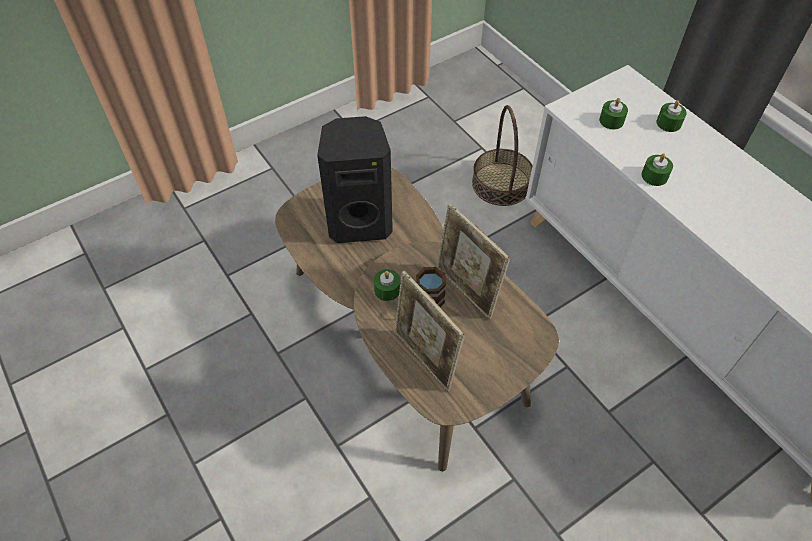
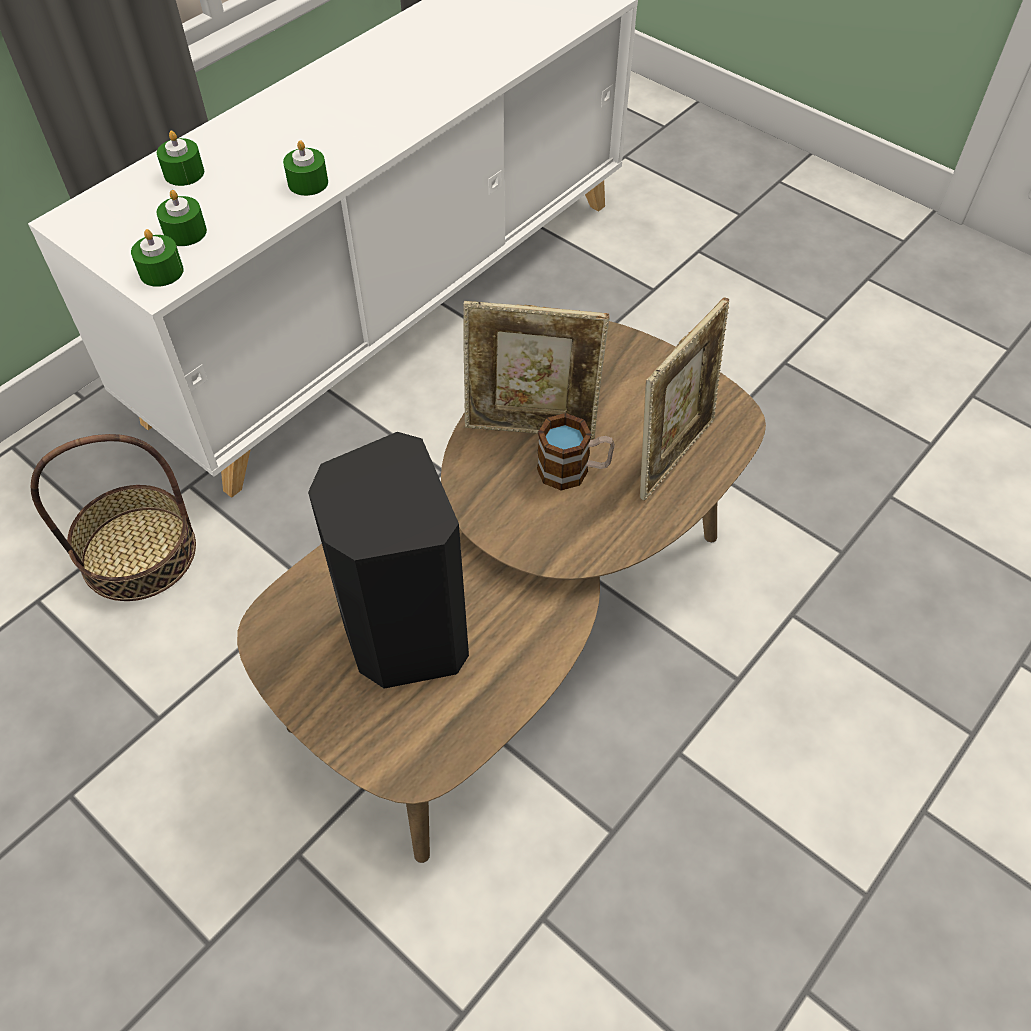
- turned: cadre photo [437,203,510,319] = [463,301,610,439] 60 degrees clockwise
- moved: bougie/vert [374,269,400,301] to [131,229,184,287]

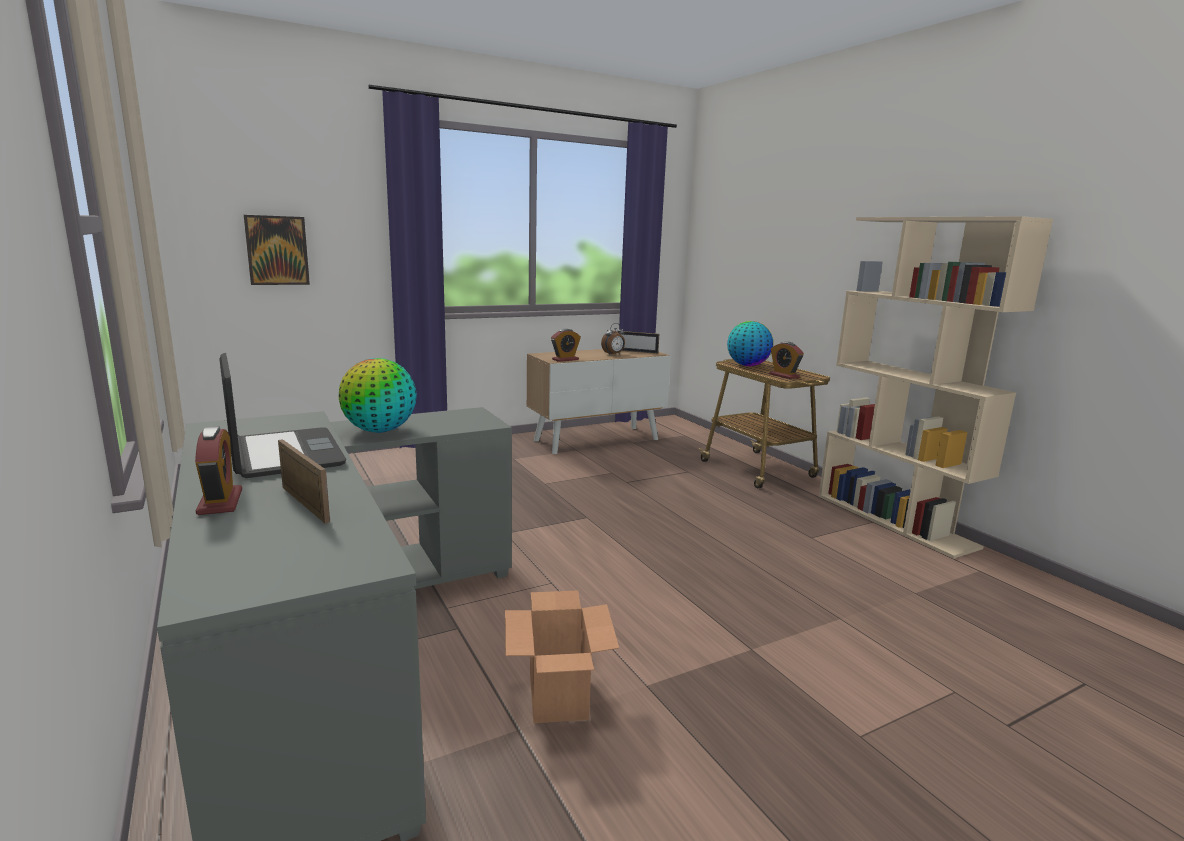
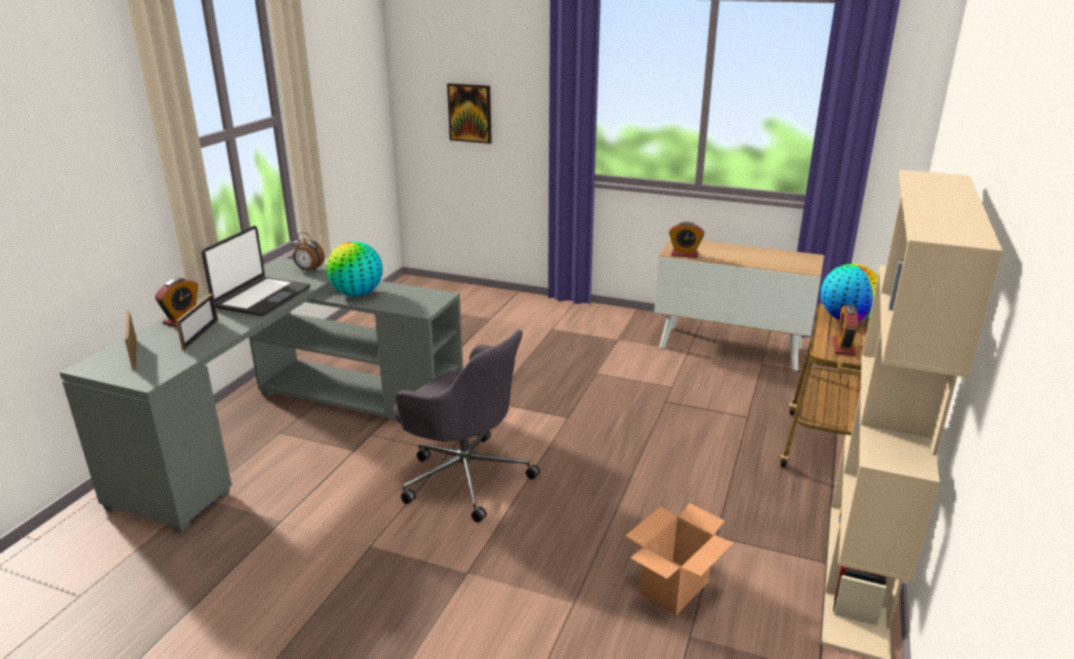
- moved: réveil [601,323,625,355] to [292,232,325,272]
- moved: cadre photo [618,331,659,354] to [125,311,137,370]
- moved: carton [505,591,619,723] to [626,503,734,615]
- added: chaise de bureau/gris [393,330,540,523]

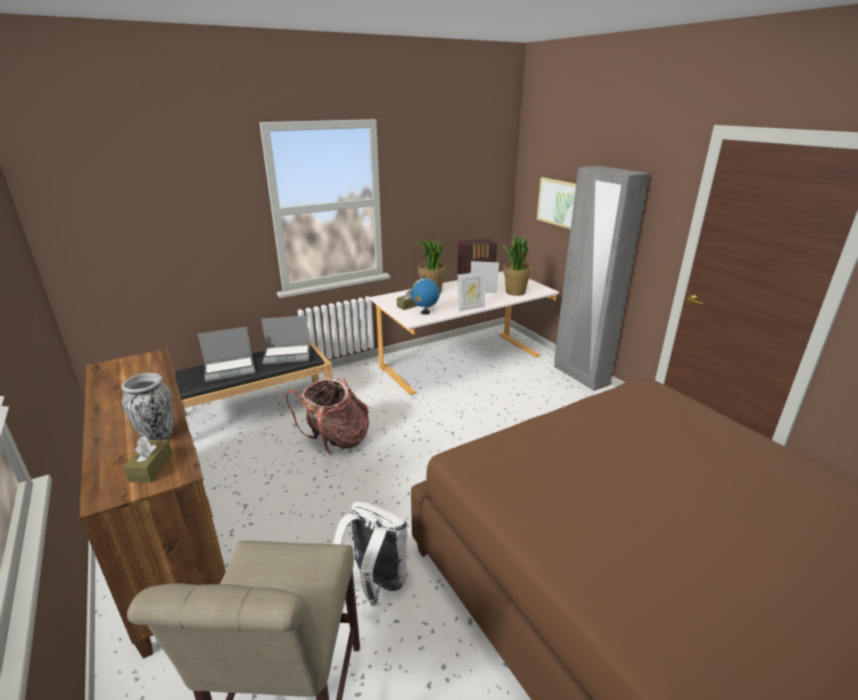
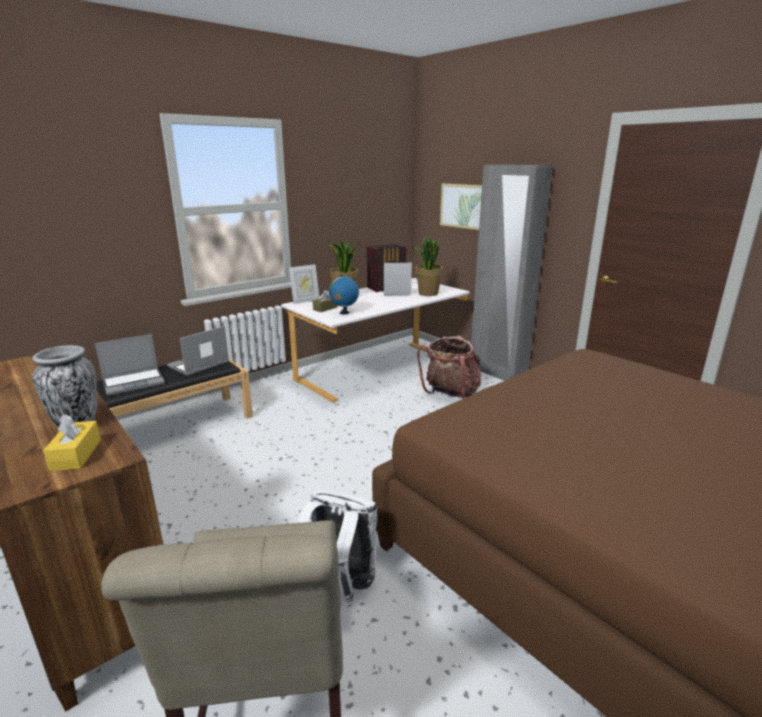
- moved: cadre photo [458,271,485,311] to [289,264,320,304]
- turned: ordinateur portable [261,316,310,365] = [167,326,229,376] 150 degrees clockwise
- moved: sac à dos [286,377,369,456] to [417,335,481,399]
- recoloured: boîte à mouchoirs/marron [123,436,172,483] to boîte à mouchoirs/jaune [43,414,101,471]

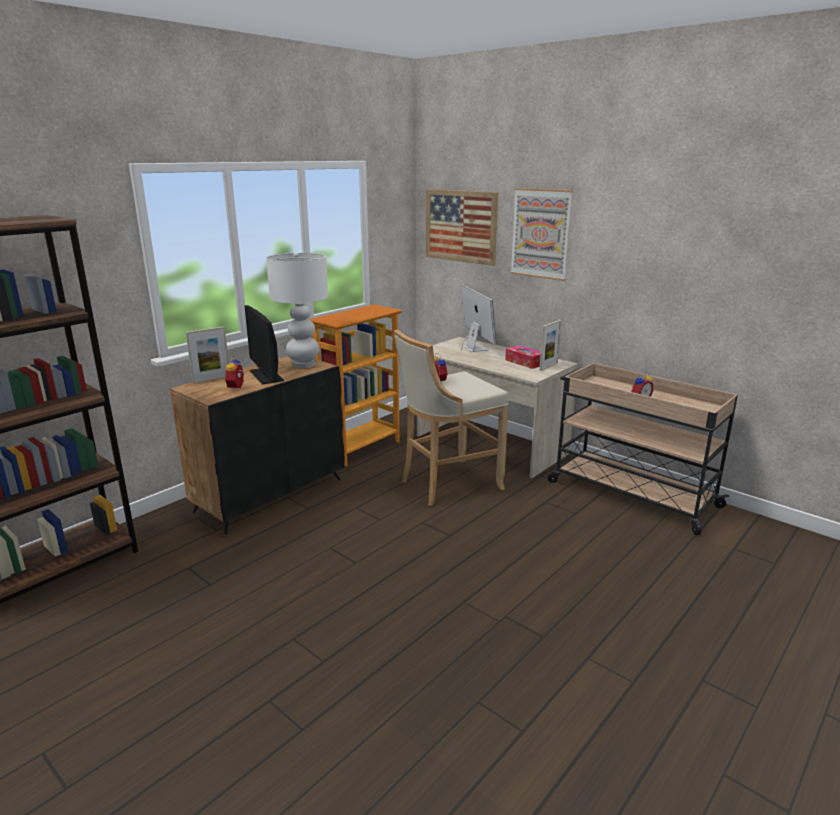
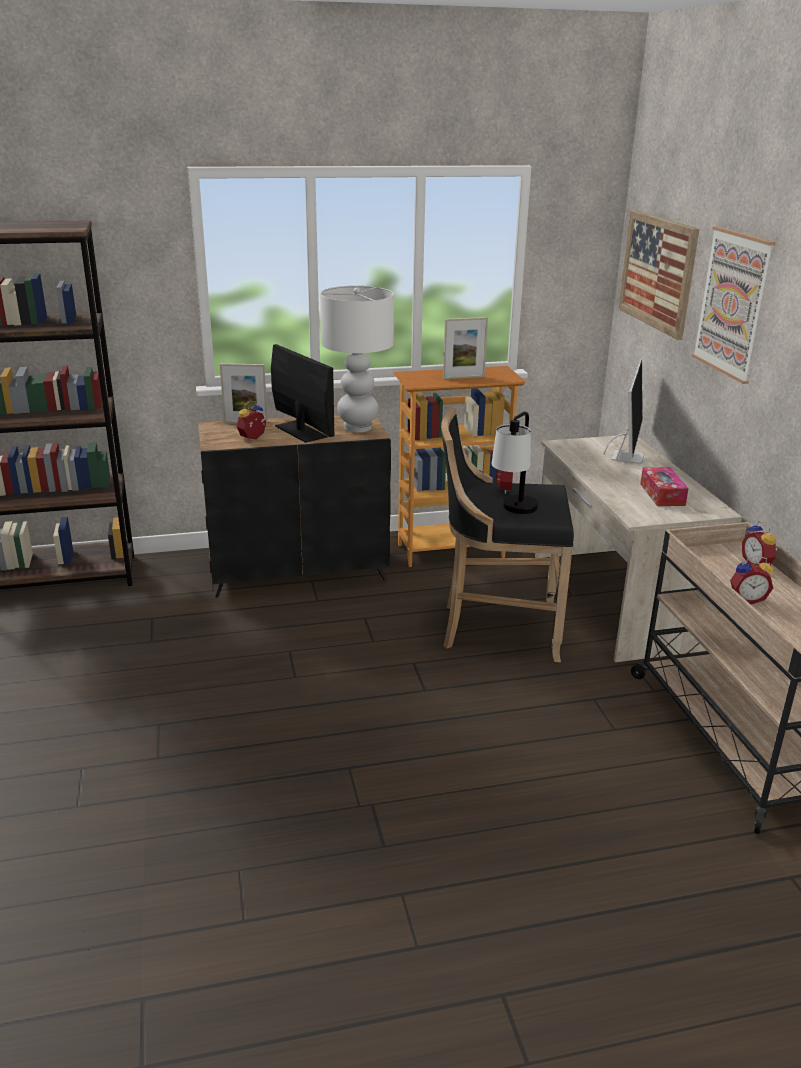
- turned: écran d'ordinateur [244,305,284,385] = [271,344,334,443] 135 degrees clockwise
- moved: cadre photo [539,320,561,371] to [443,317,488,379]
- recoloured: tabouret/beige [393,329,509,506] to tabouret/noir [441,408,574,662]
- added: lampe de table [491,412,539,514]
- added: réveil [742,521,777,566]

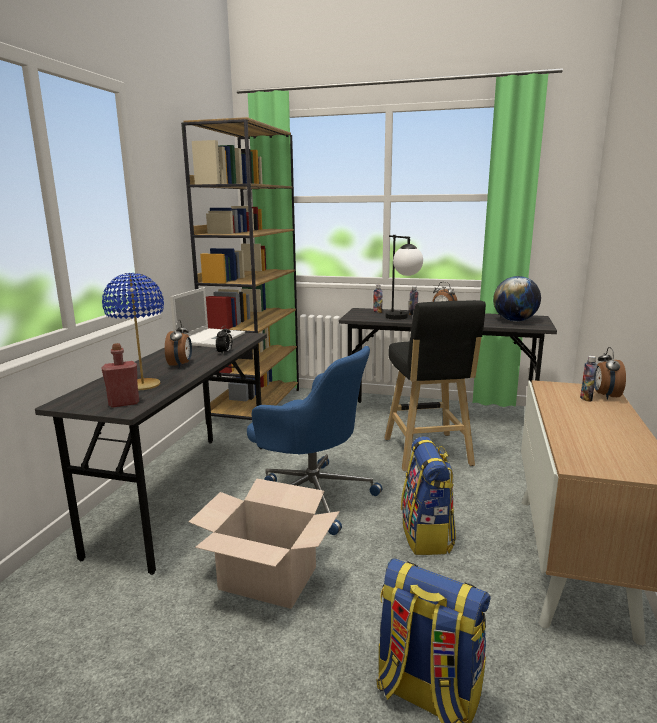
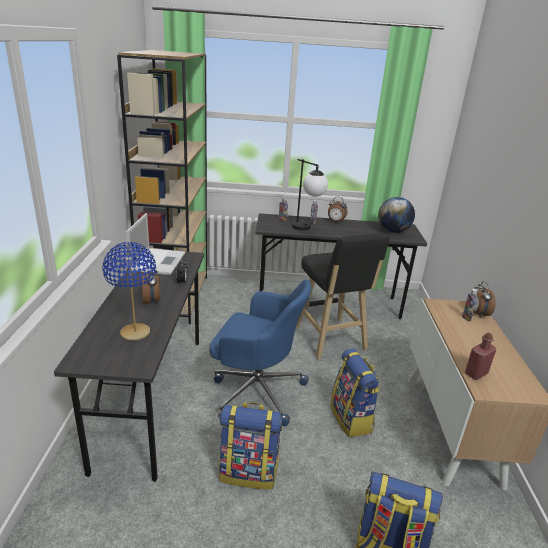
- moved: bouteille/rouge [102,343,139,408] to [465,333,496,380]
- replaced: carton [189,478,340,609] to sac à dos [219,402,282,489]

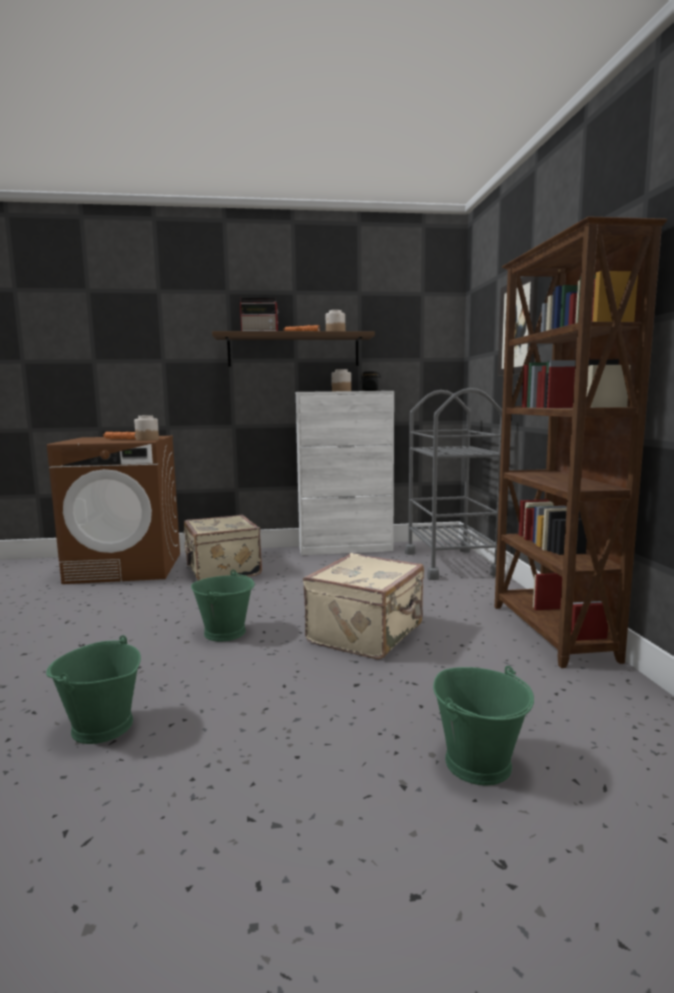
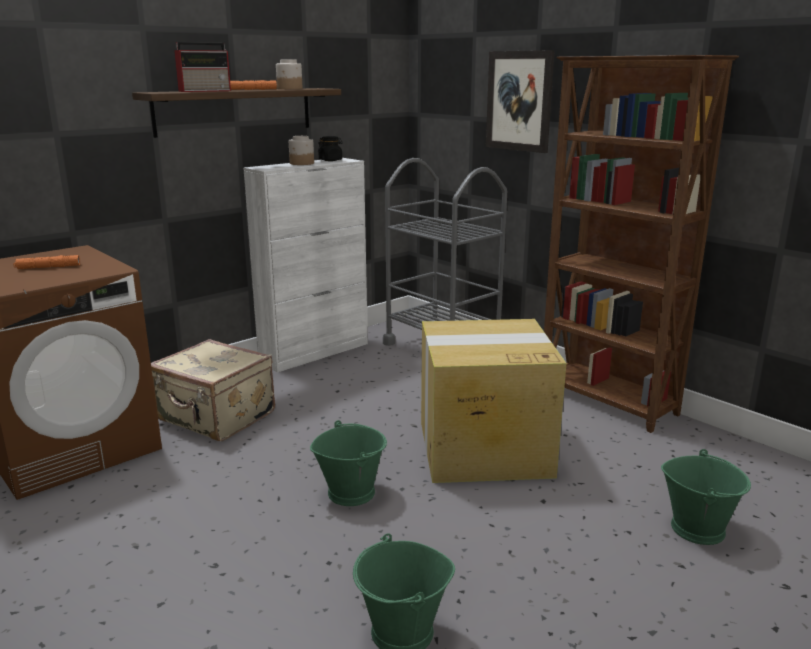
- removed: bocal [134,415,159,441]
- replaced: valise/beige [303,553,424,660] to carton [421,319,566,483]

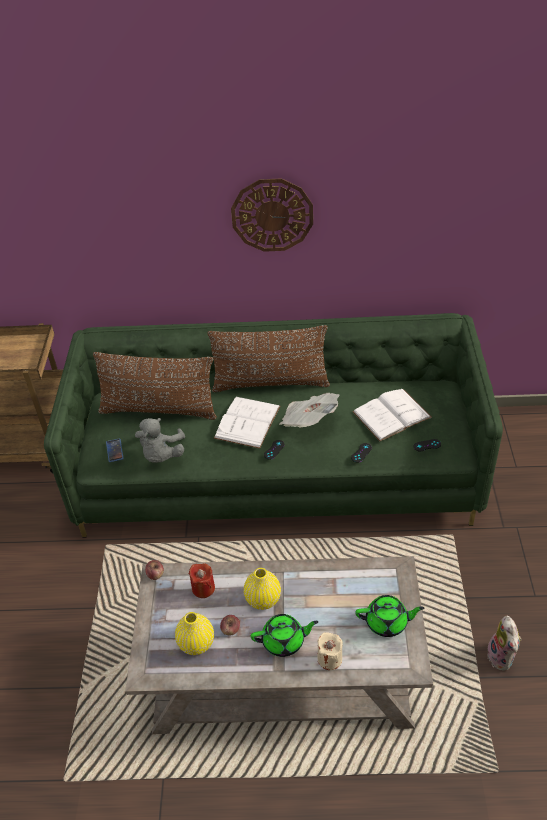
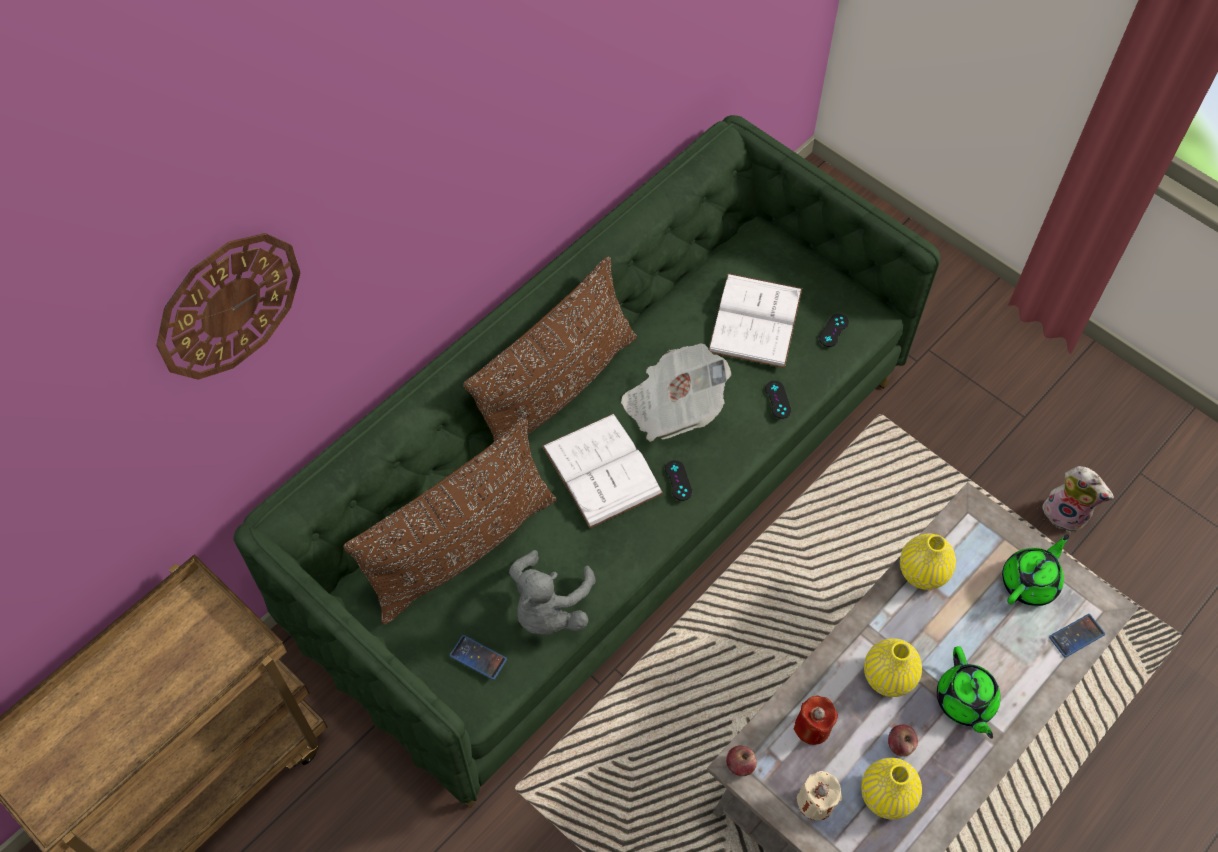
- moved: horloge murale [231,178,313,252] to [156,233,300,380]
- turned: peluche/gris [135,418,185,463] = [509,550,596,635] 60 degrees clockwise
- turned: théière/vert [251,614,318,657] = [937,646,1001,739] 135 degrees clockwise
- moved: bougie/beige [317,632,343,670] to [796,771,842,820]
- added: vase/jaune [900,534,956,590]
- added: téléphone [1049,614,1105,658]

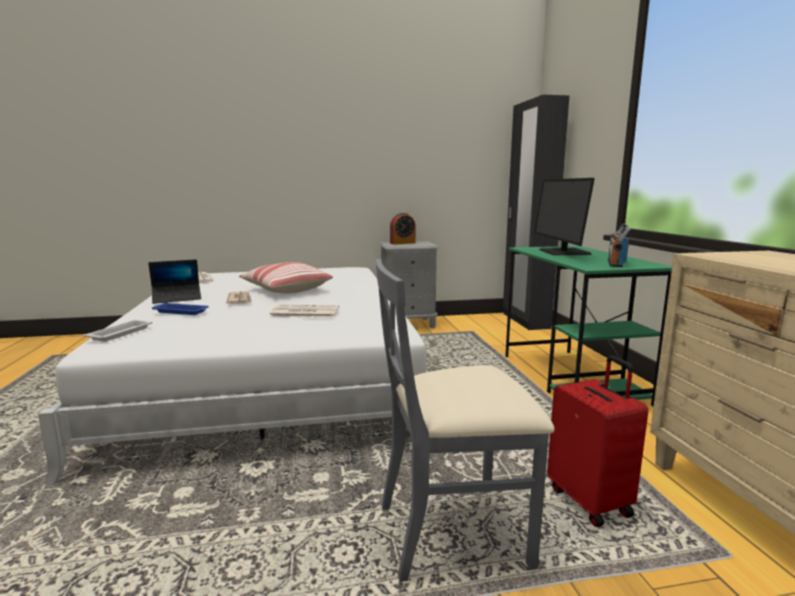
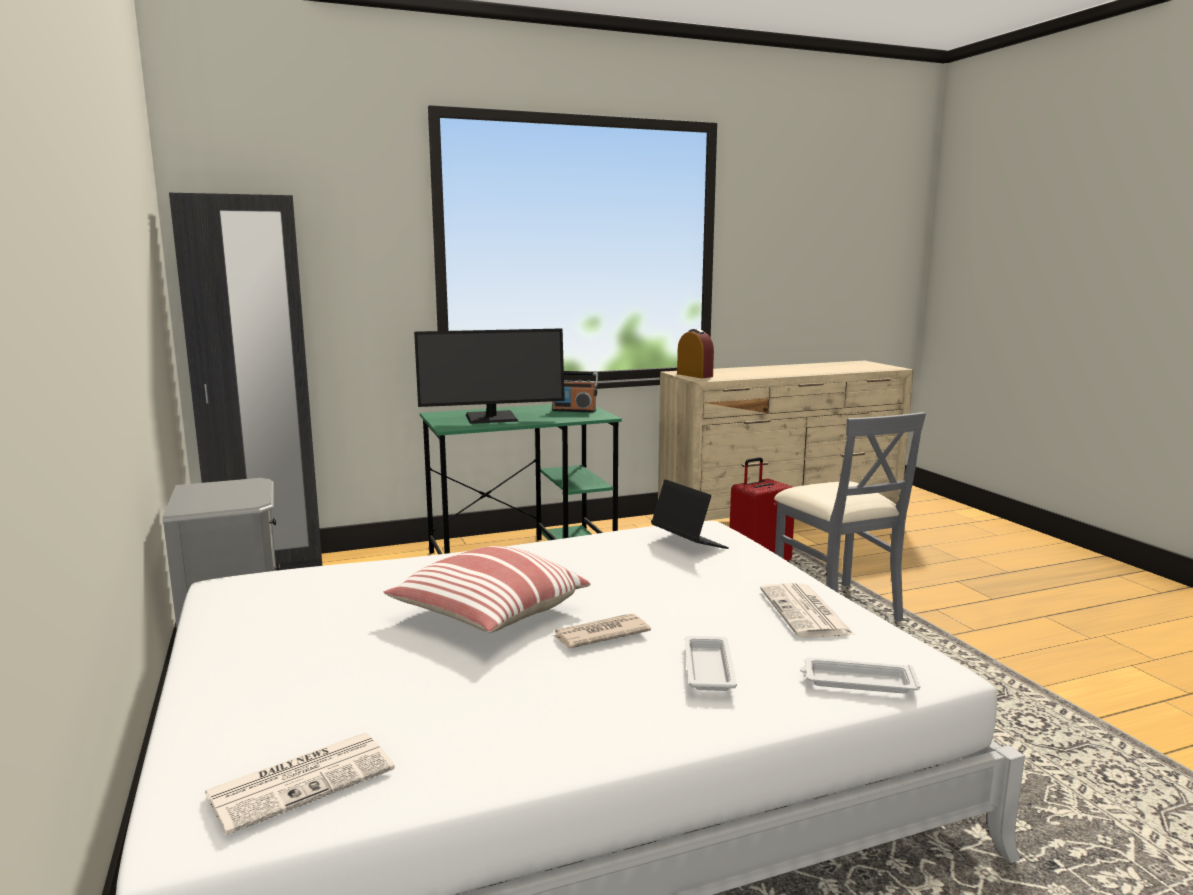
- moved: réveil [390,213,416,245] to [677,329,714,378]
- moved: ordinateur portable [148,259,201,304] to [651,479,729,549]
- recoloured: plateau/bleu [152,302,209,315] to plateau/blanc [684,636,737,691]
- moved: journal [269,305,339,318] to [760,583,855,638]

